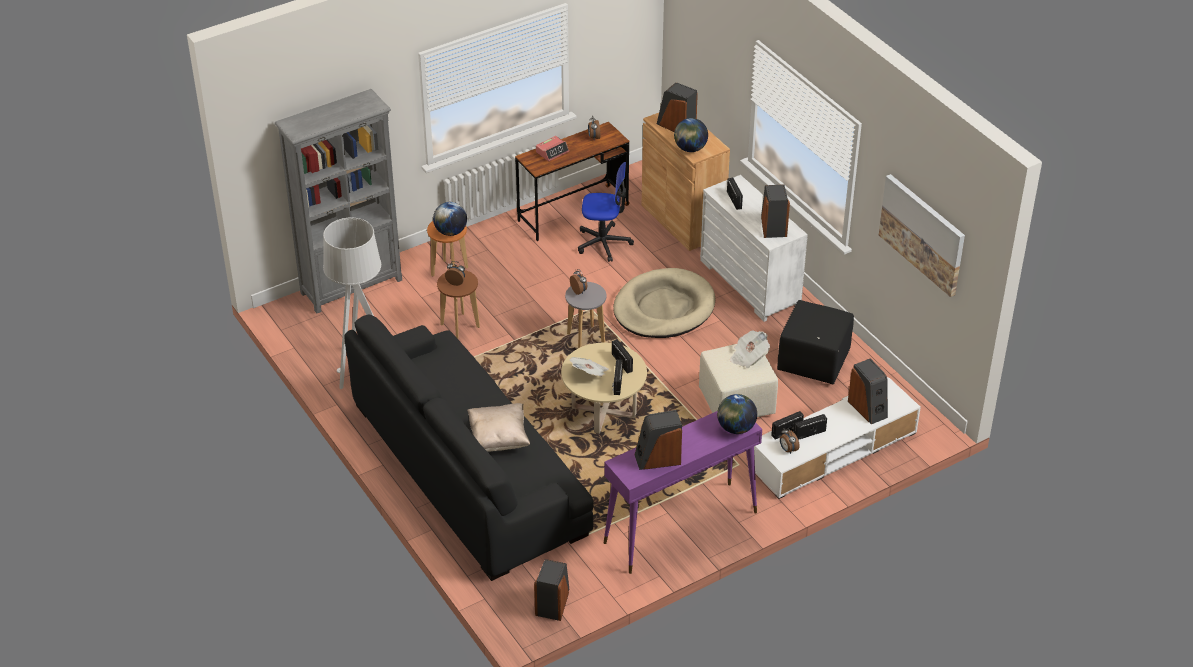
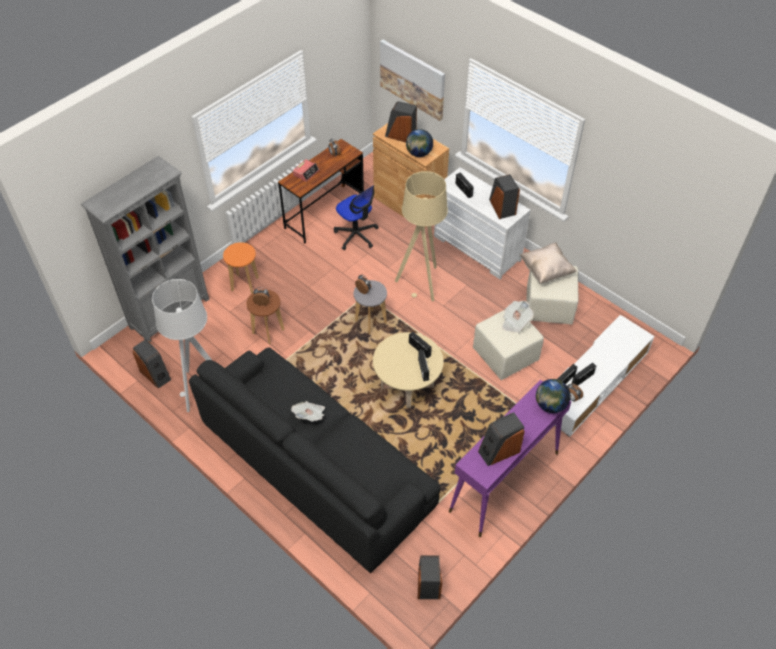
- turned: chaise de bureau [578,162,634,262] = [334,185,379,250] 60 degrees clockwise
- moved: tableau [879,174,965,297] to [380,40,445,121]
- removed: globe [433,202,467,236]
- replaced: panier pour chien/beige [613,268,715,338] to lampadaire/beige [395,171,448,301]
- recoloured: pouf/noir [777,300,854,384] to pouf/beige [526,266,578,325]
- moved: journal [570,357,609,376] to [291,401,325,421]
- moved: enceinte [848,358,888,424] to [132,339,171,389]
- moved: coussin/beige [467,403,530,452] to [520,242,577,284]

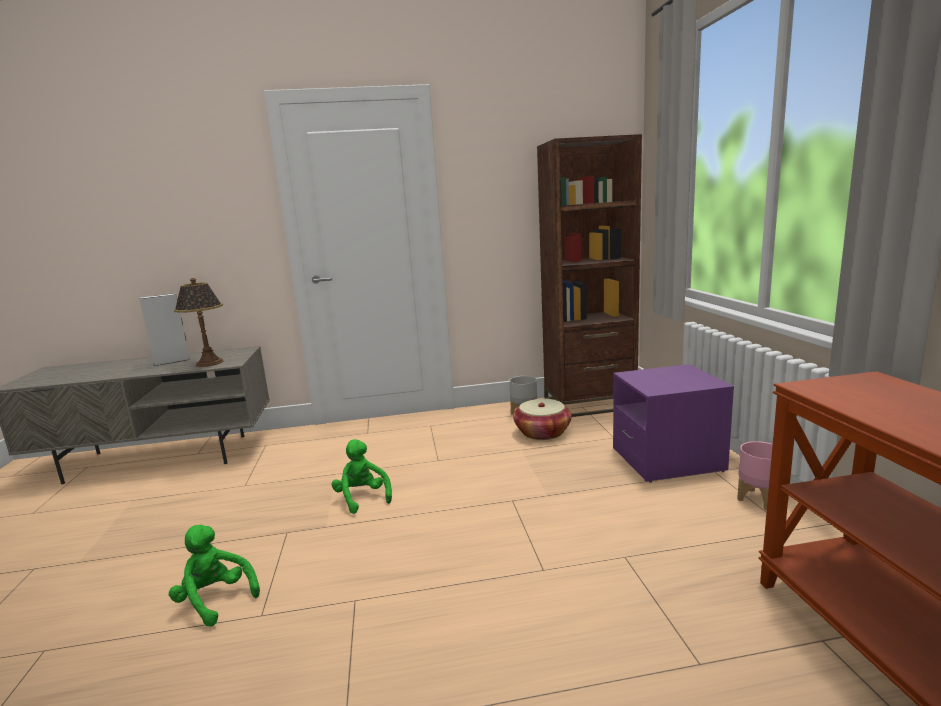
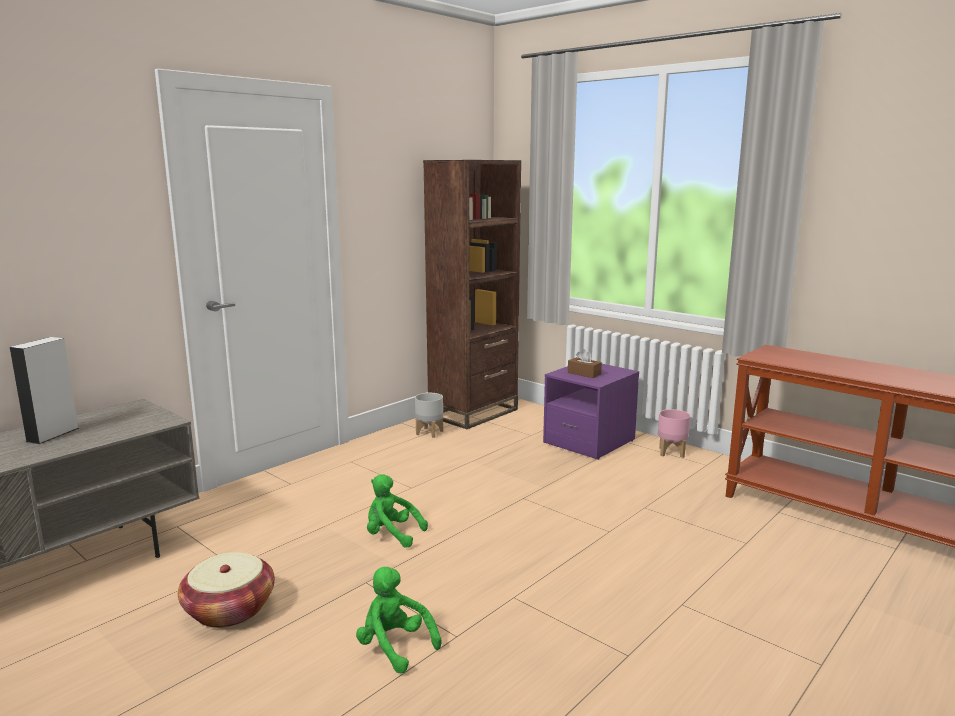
- removed: lampe de table [174,278,224,367]
- moved: panier [513,399,572,440] to [178,552,275,628]
- turned: peluche/vert [169,525,260,627] = [356,567,442,674] 45 degrees clockwise
- added: boîte à mouchoirs/marron [568,349,602,378]

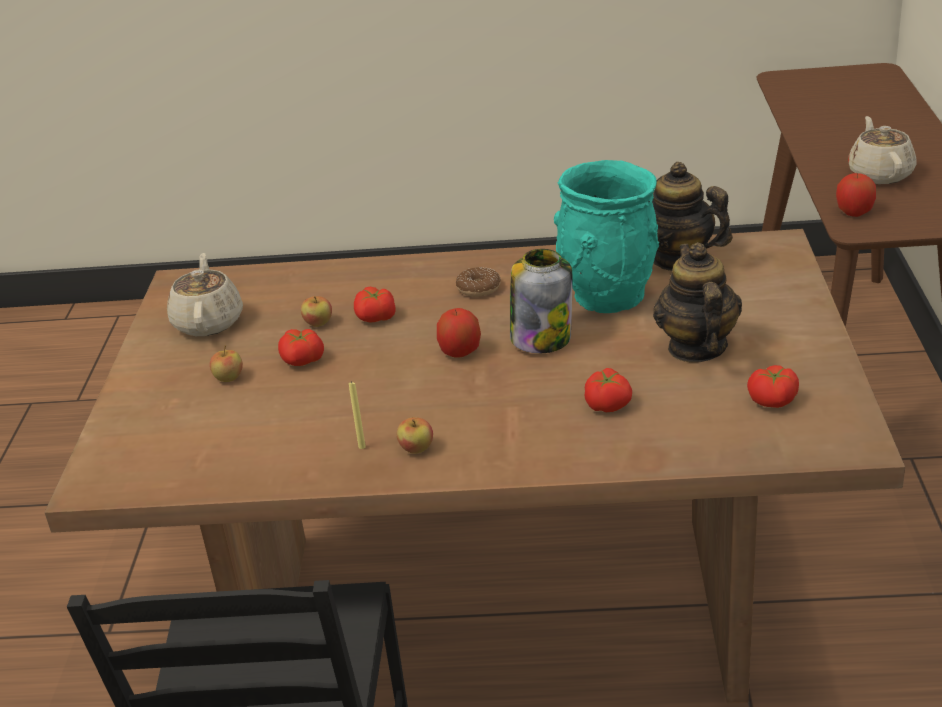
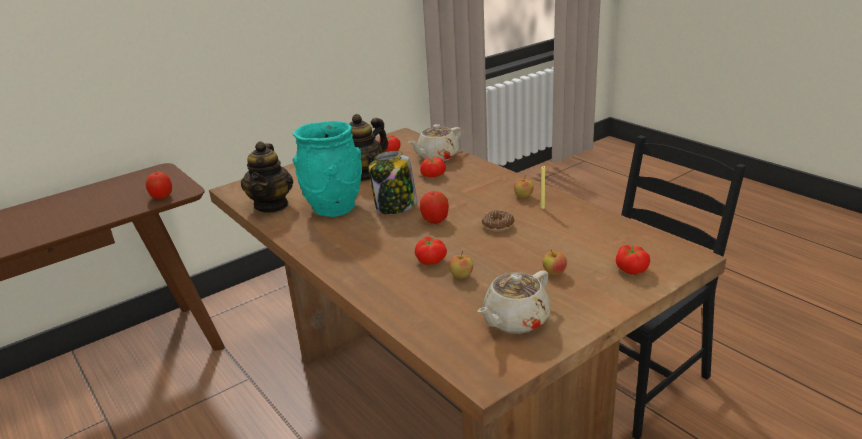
- moved: théière/beige [848,116,917,184] to [408,124,461,161]
- moved: beignet [456,267,501,297] to [482,210,515,232]
- moved: tomate [278,329,324,366] to [616,245,650,275]

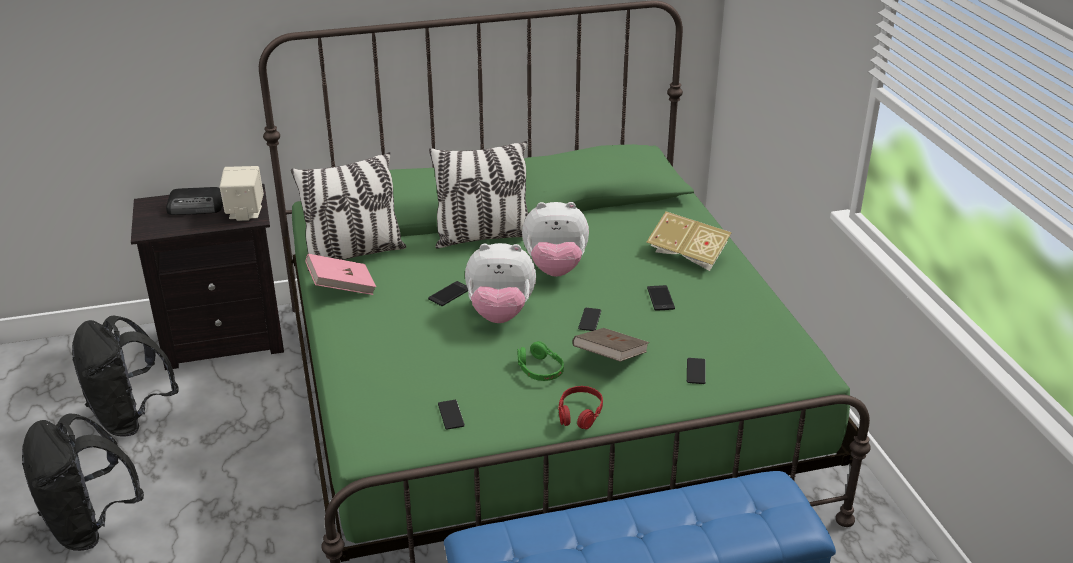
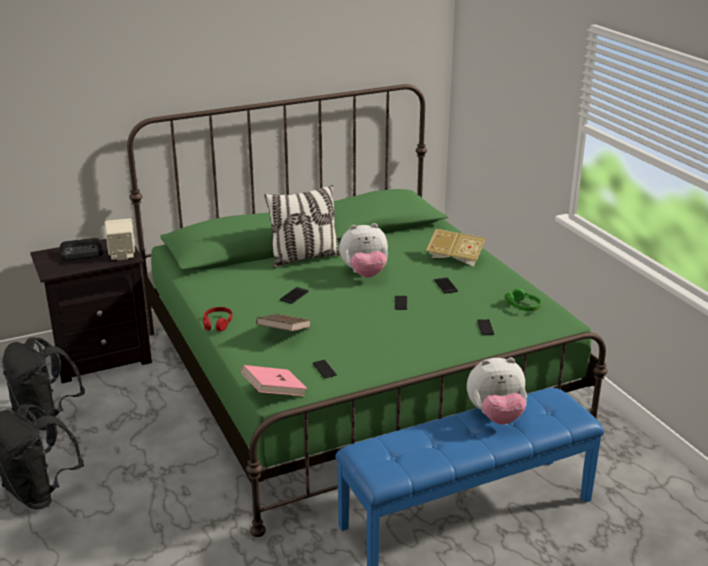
- removed: coussin [291,152,406,271]
- moved: peluche [465,243,536,323] to [467,358,527,425]
- moved: livre/rose [305,254,376,295] to [241,365,307,396]
- moved: livre/marron [573,328,649,362] to [256,314,311,331]
- moved: casque audio/vert [518,341,564,381] to [505,288,541,311]
- moved: casque audio/rouge [558,386,603,429] to [202,307,232,331]

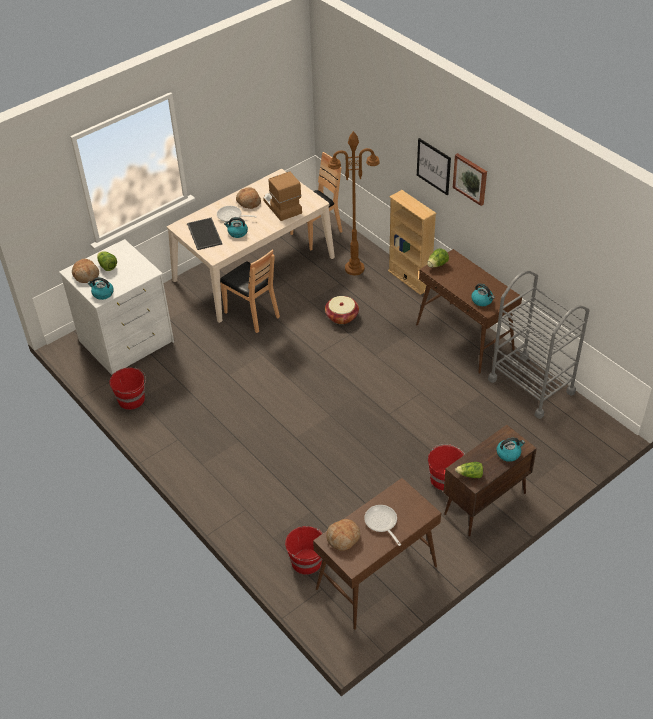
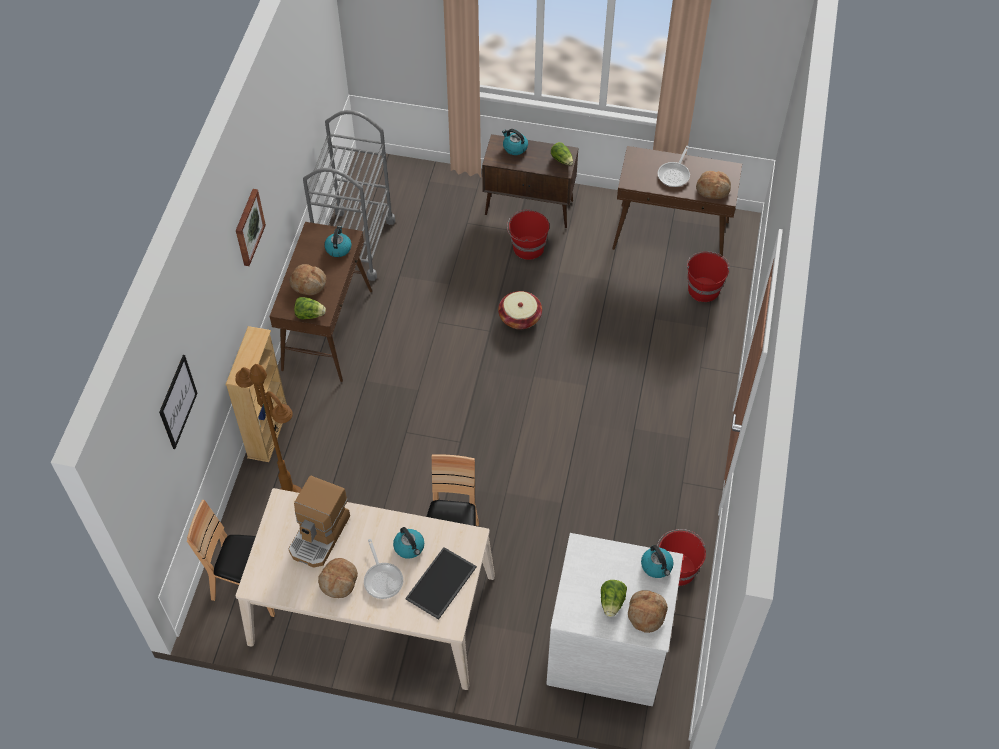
- moved: tableau [417,138,451,196] to [159,355,197,449]
- moved: panier [325,296,359,324] to [498,291,542,330]
- added: pain [289,264,326,296]

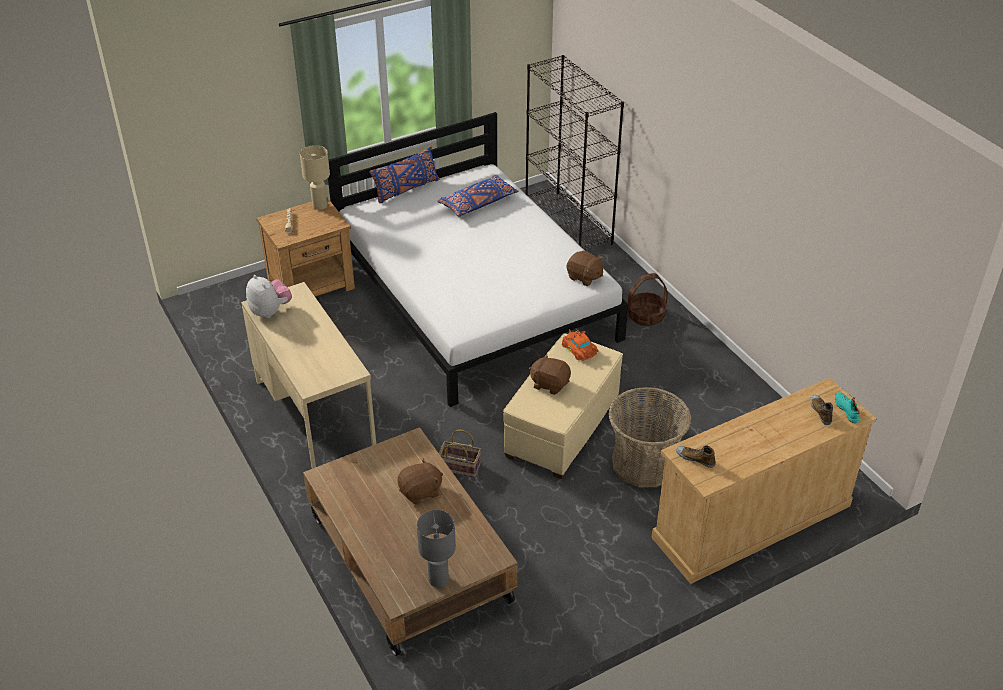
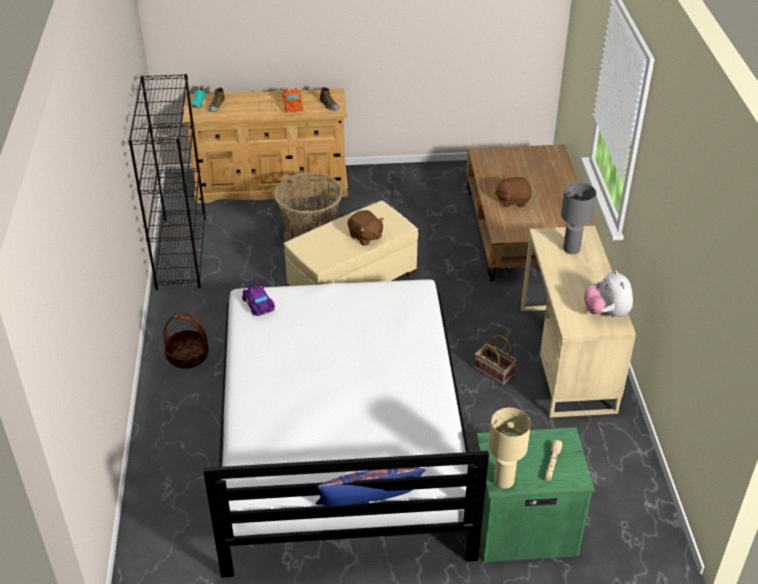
- moved: bibliothèque/noir [526,55,624,250] to [128,74,206,290]
- removed: coussin/bleu [438,175,518,216]
- recoloured: table de chevet/marron [256,198,355,296] to table de chevet/vert [476,427,595,562]
- replaced: peluche/marron [567,251,603,286] to petite voiture/violet [242,283,275,316]
- moved: petite voiture/orange [562,328,599,361] to [283,88,303,112]
- moved: panier [439,430,481,478] to [474,335,517,385]
- moved: lampe de table/gris [417,510,456,587] to [561,182,596,254]

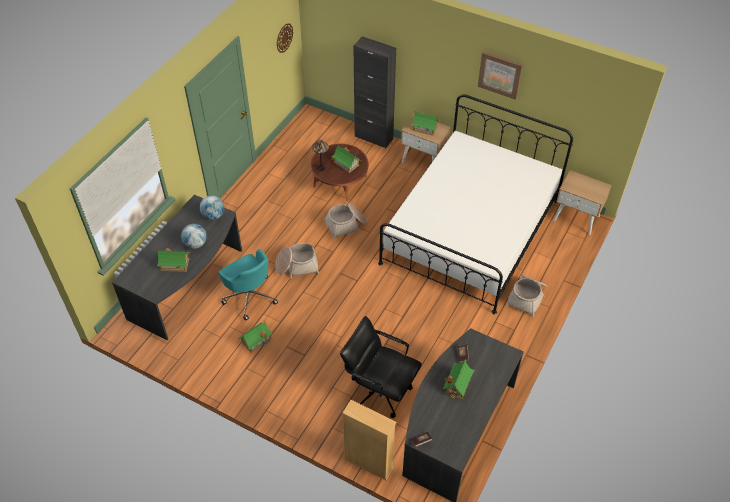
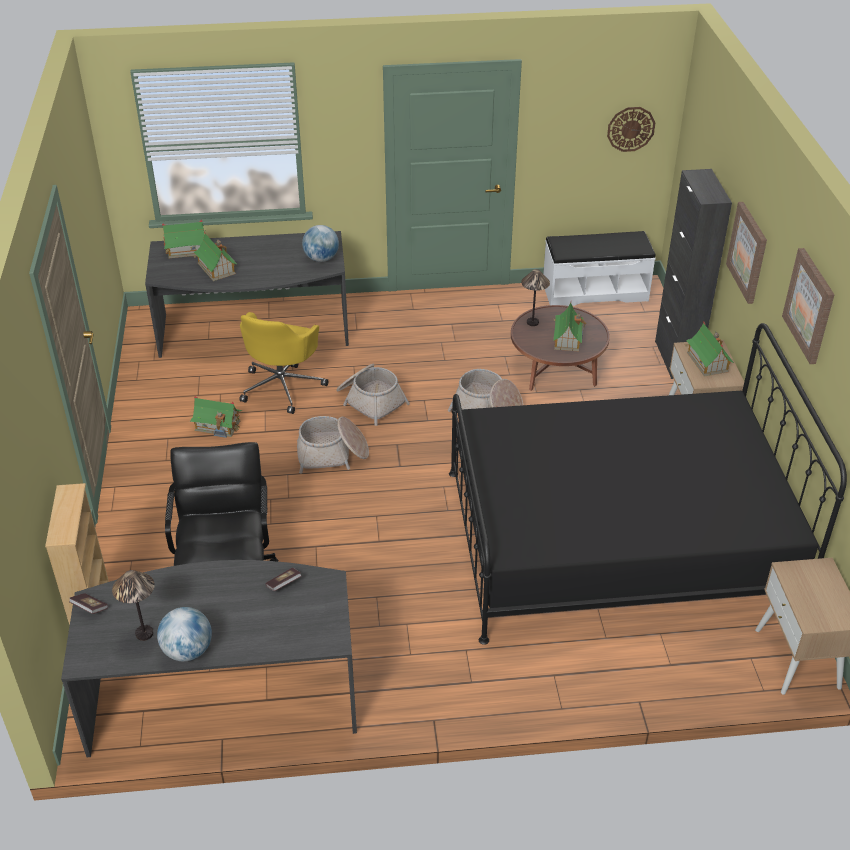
- recoloured: lit/blanc [378,94,573,315] to lit/noir [449,323,847,645]
- moved: globe [181,224,207,249] to [157,607,212,661]
- recoloured: chaise de bureau/turquoise [218,249,278,321] to chaise de bureau/jaune [240,312,328,414]
- moved: panier [505,275,547,318] to [297,416,369,474]
- moved: maison miniature [443,360,474,399] to [162,220,206,258]
- added: tableau [726,202,767,304]
- added: banc/blanc [543,231,656,306]
- added: lampe de table [112,570,155,641]

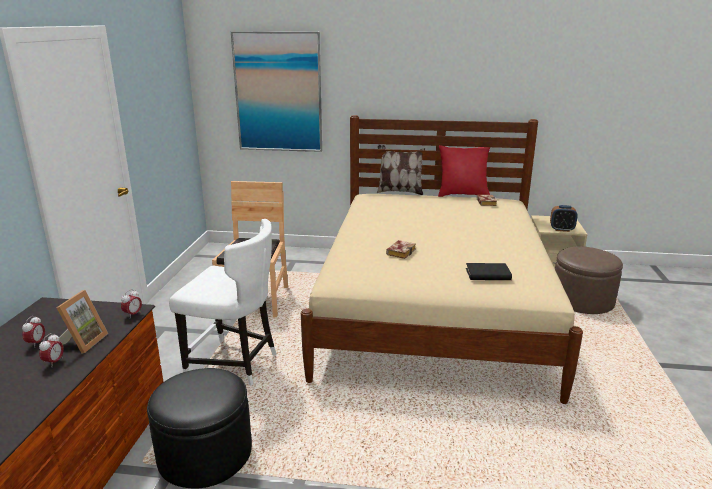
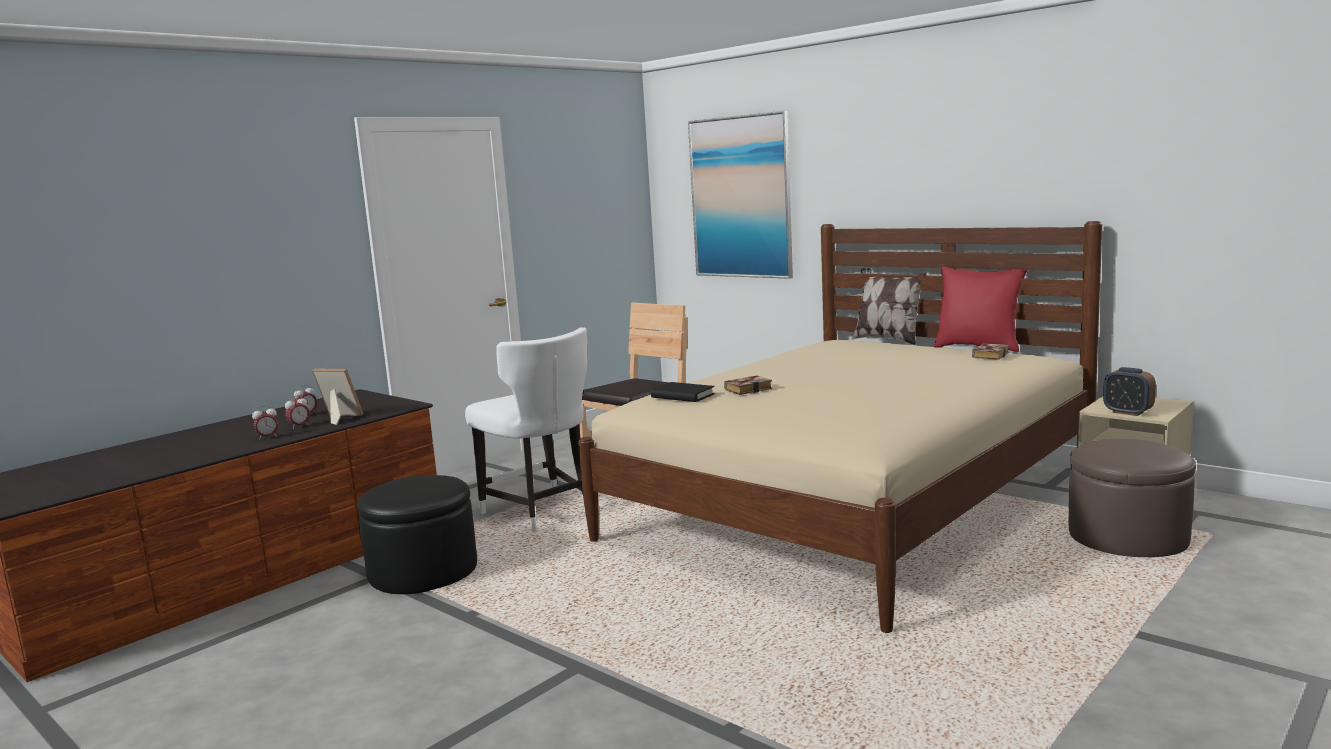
- moved: livre/noir [466,263,512,280] to [651,382,715,402]
- moved: réveil [121,289,142,317] to [252,405,278,440]
- turned: cadre photo [57,290,108,353] = [312,369,364,425] 120 degrees counterclockwise

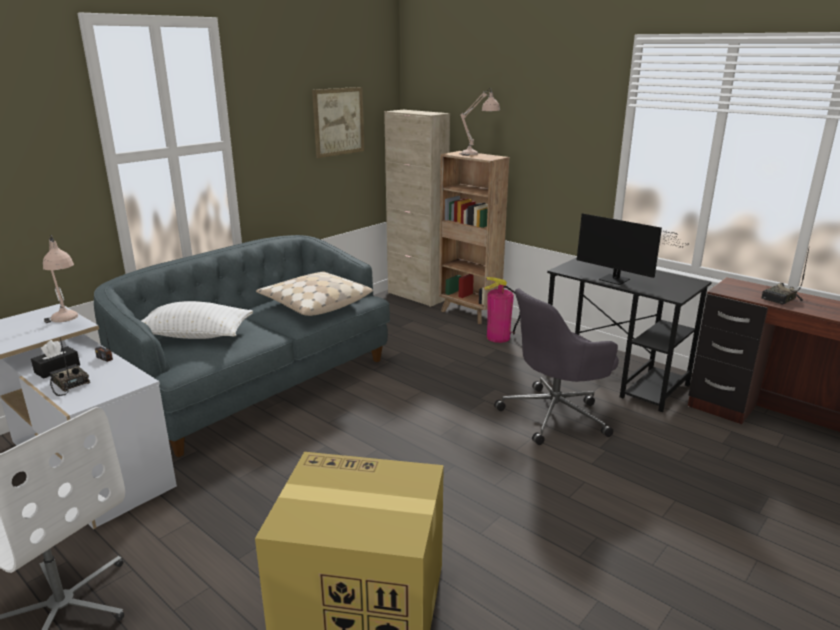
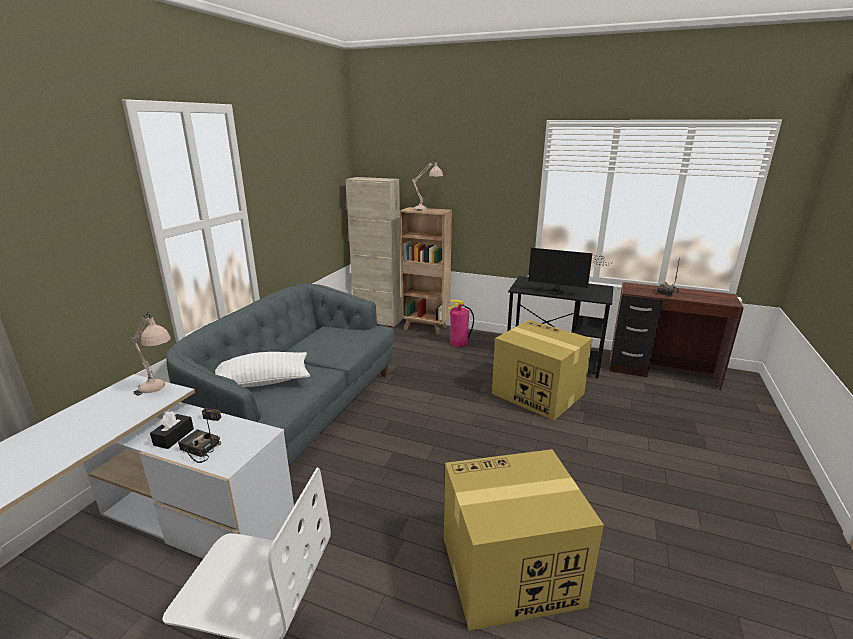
- removed: tableau [312,87,364,158]
- removed: coussin/beige [256,271,373,316]
- replaced: chaise de bureau/gris [494,288,619,445] to carton [492,320,592,420]

